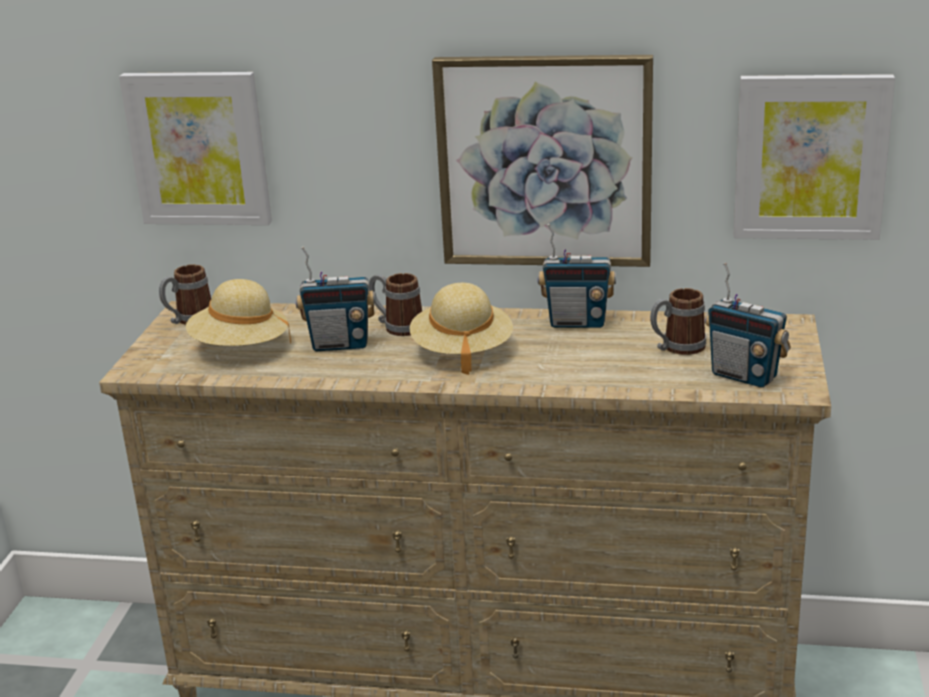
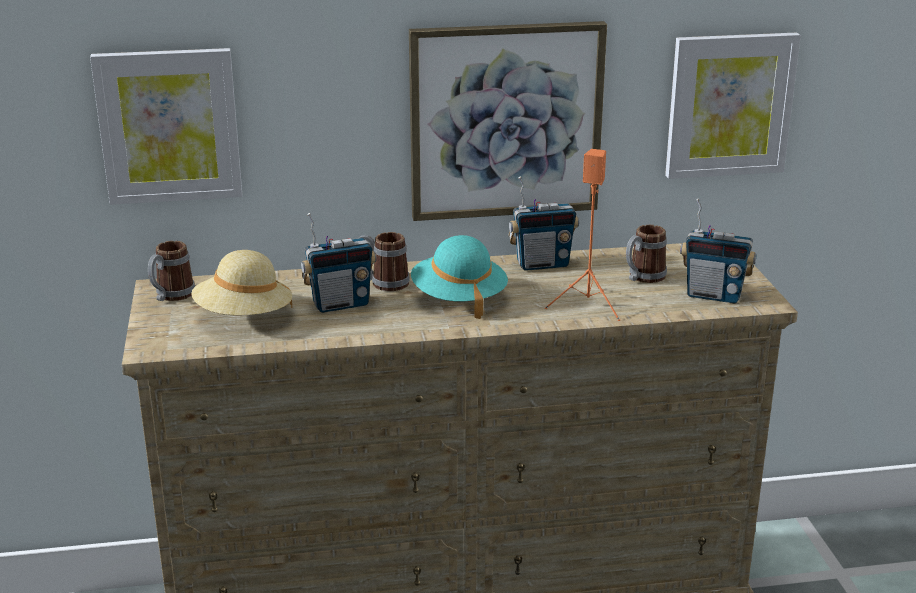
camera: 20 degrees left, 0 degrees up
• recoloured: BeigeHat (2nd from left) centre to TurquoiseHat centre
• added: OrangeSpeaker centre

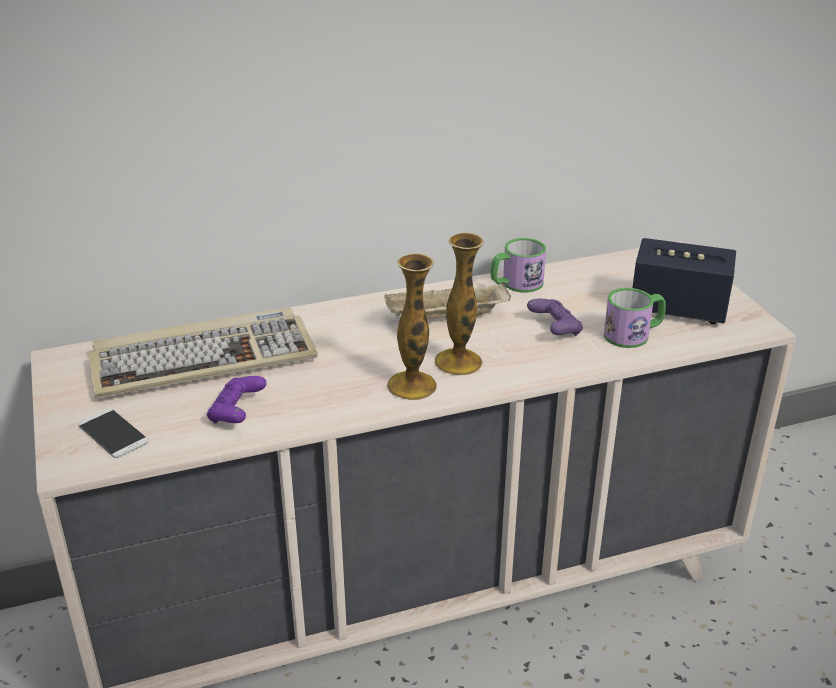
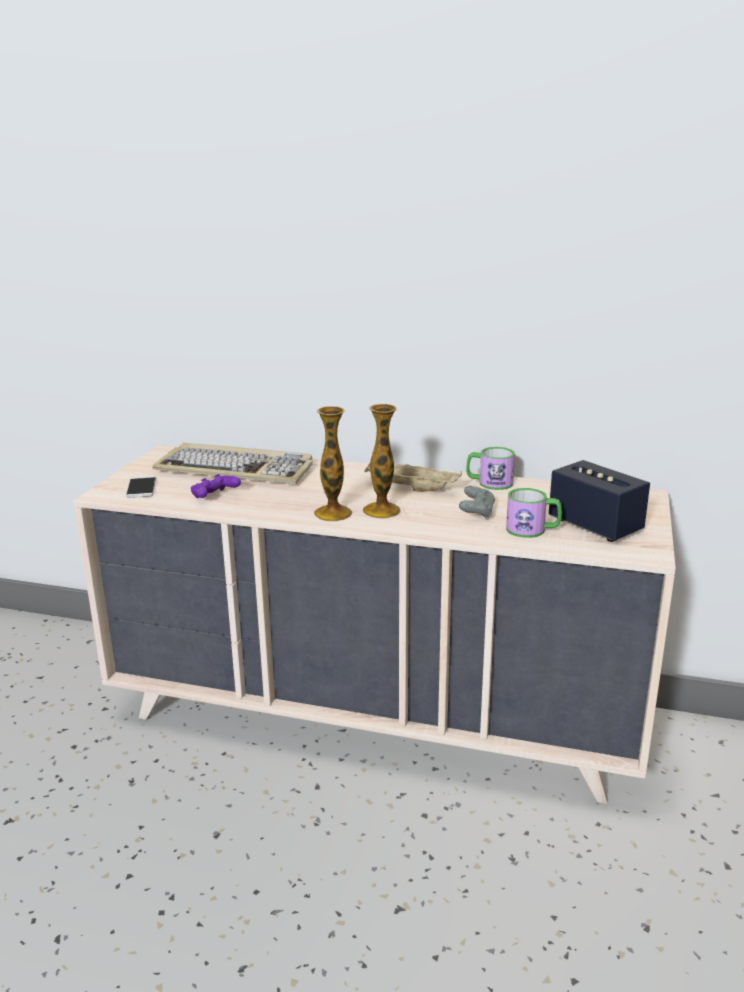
camera: 35 degrees right, 10 degrees down
• recoloured: PurpleGameController (2nd from left) centre to GreyGameController centre

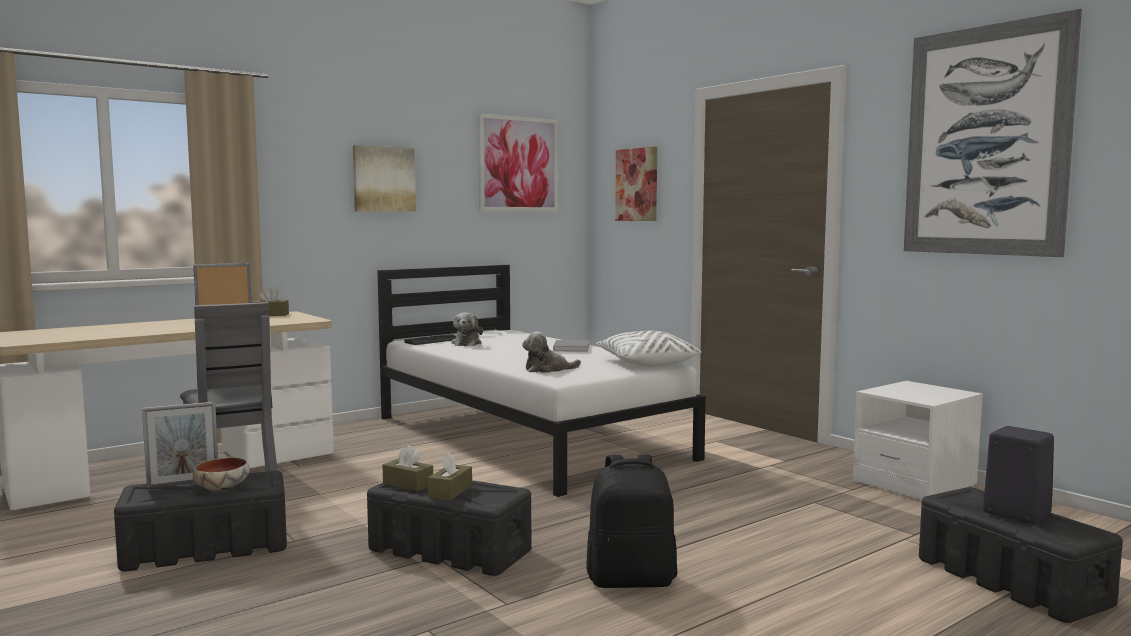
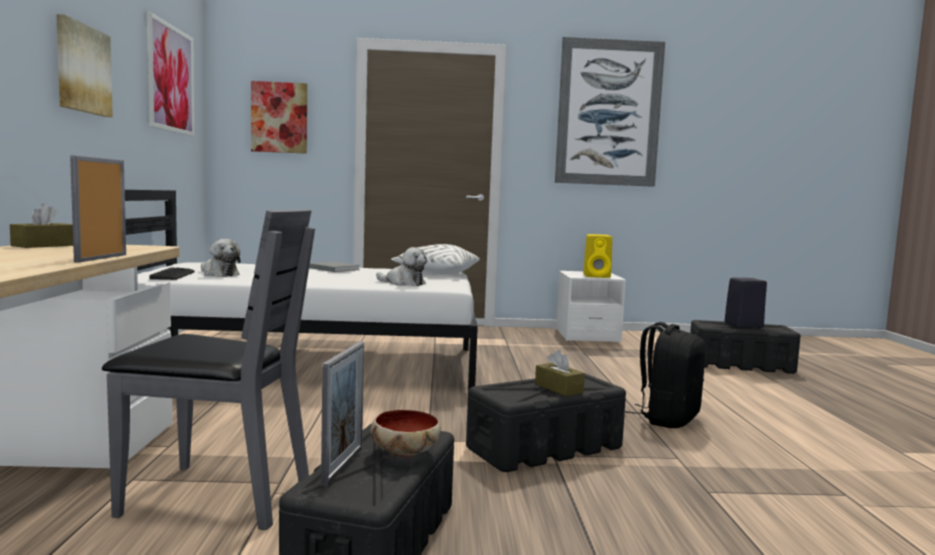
camera: 55 degrees left, 0 degrees up
• turned: PlushToy (2nd from left) centre = centre 90 degrees counterclockwise
• removed: BrownTissueBox (2nd from left) bottom centre
• added: YellowSpeaker centre

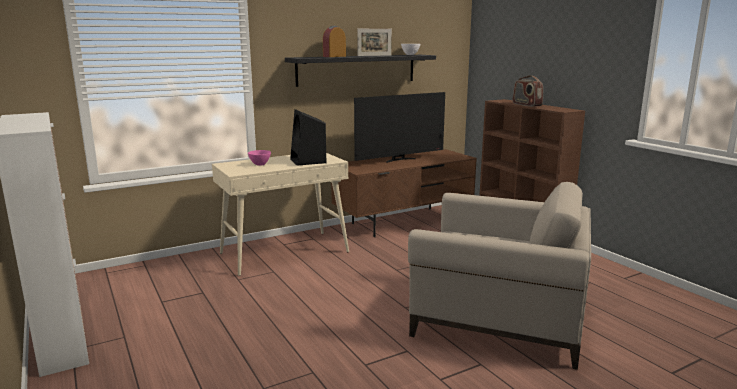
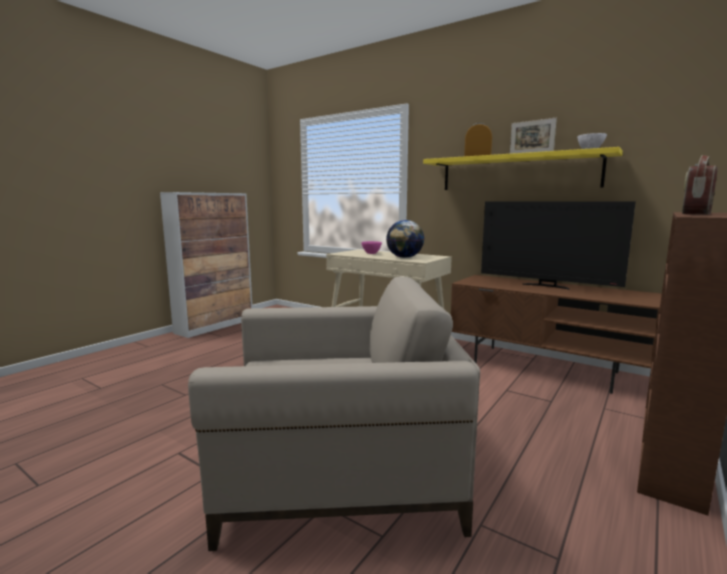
camera: 65 degrees right, 5 degrees down
• recoloured: BlackShelf top centre to YellowShelf top right
• replaced: BlackSpeaker centre to Globe centre
• turned: BeigeArmchair bottom right = bottom centre 90 degrees counterclockwise

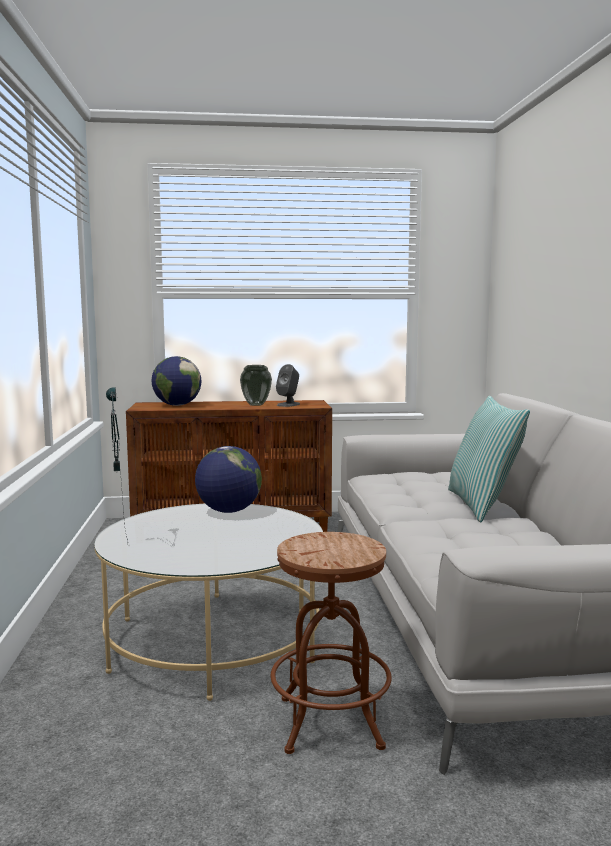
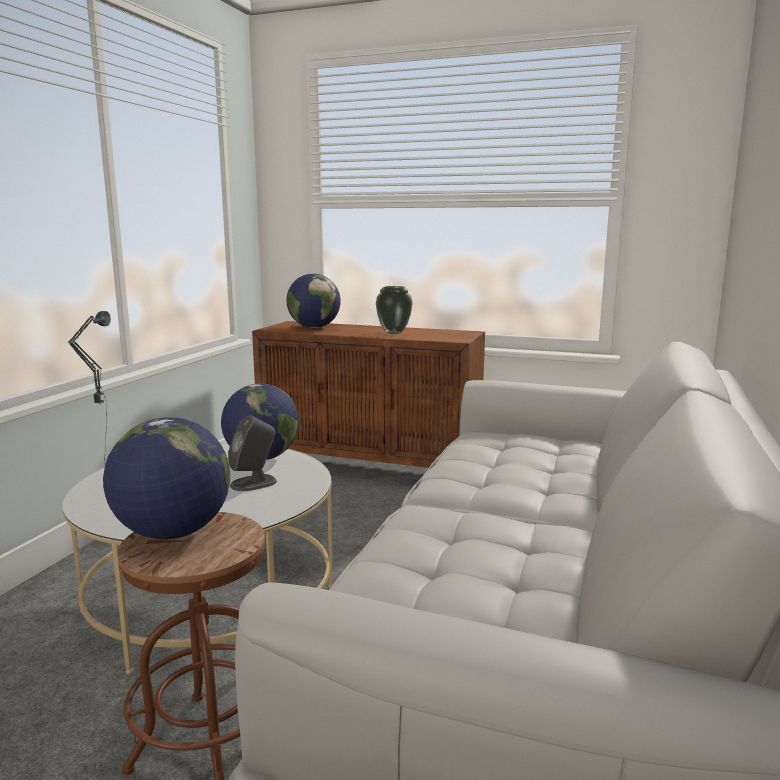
camera: 25 degrees right, 5 degrees up
• moved: GreySpeaker centre to middle left
• removed: Pillow middle right
• added: Globe (1st from left) middle left

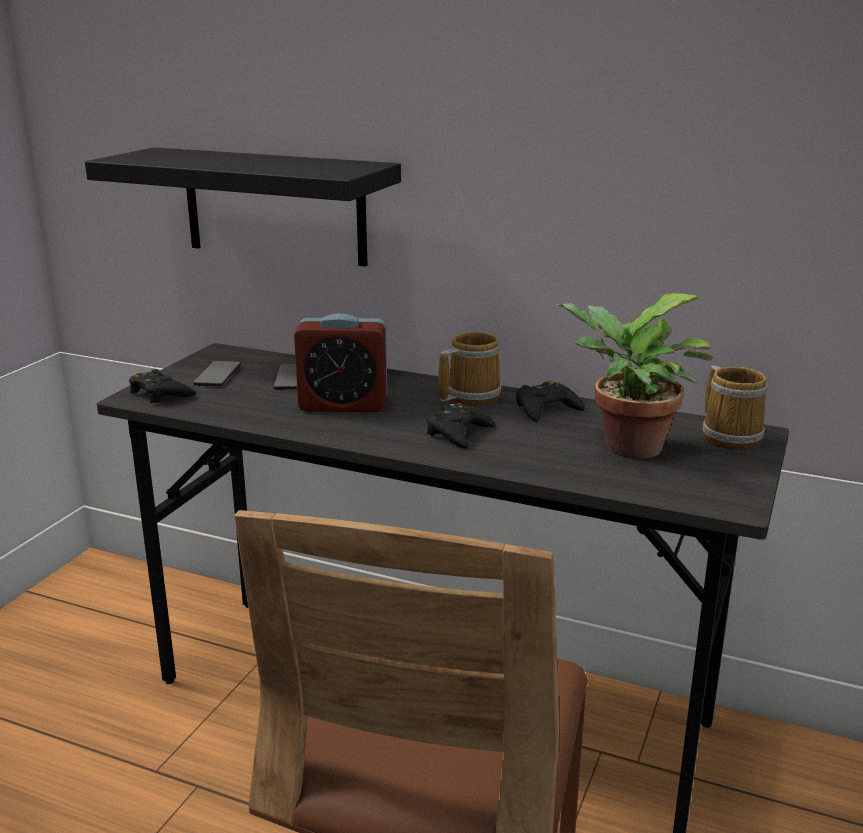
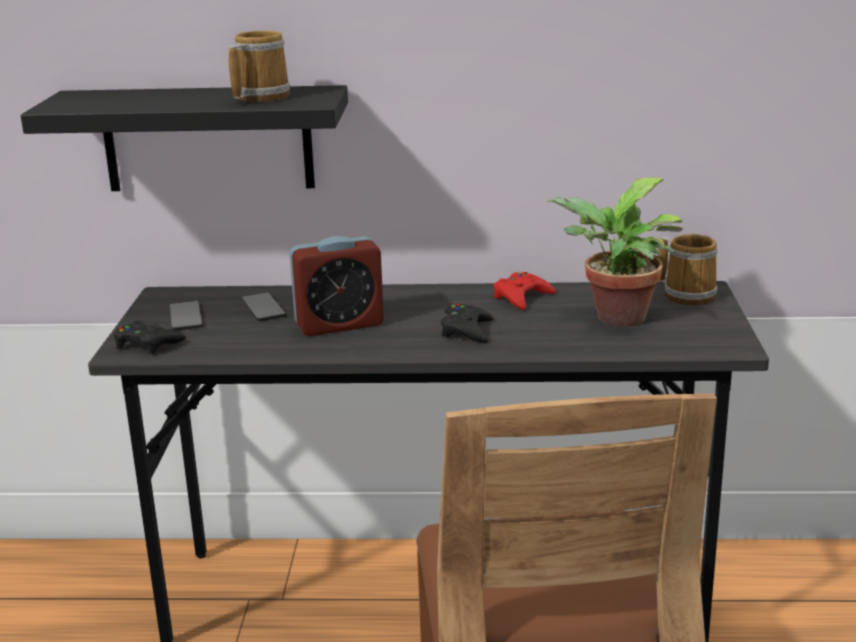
camera: 20 degrees left, 0 degrees up
• moved: Mug (1st from left) centre to top left
• recoloured: BlackGameController (3rd from left) centre to RedGameController centre

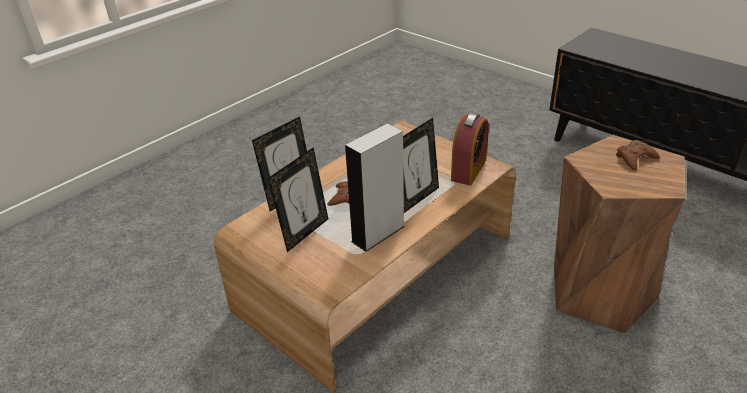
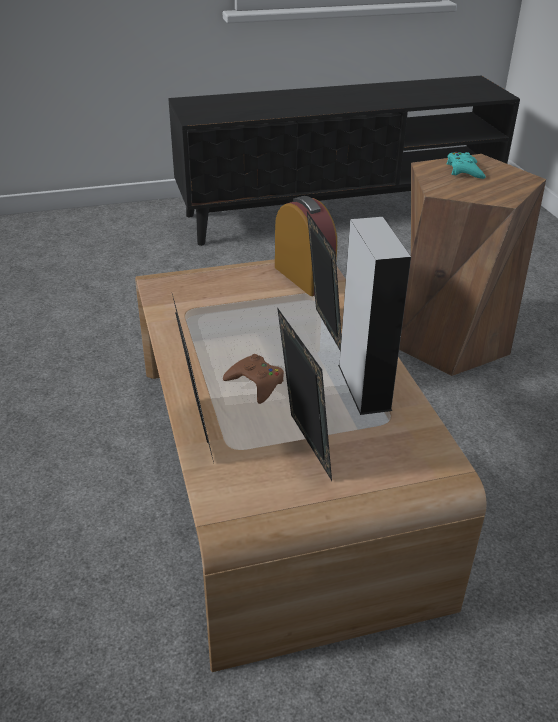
camera: 60 degrees left, 0 degrees up
• recoloured: BrownGameController (2nd from left) middle right to TurquoiseGameController top right

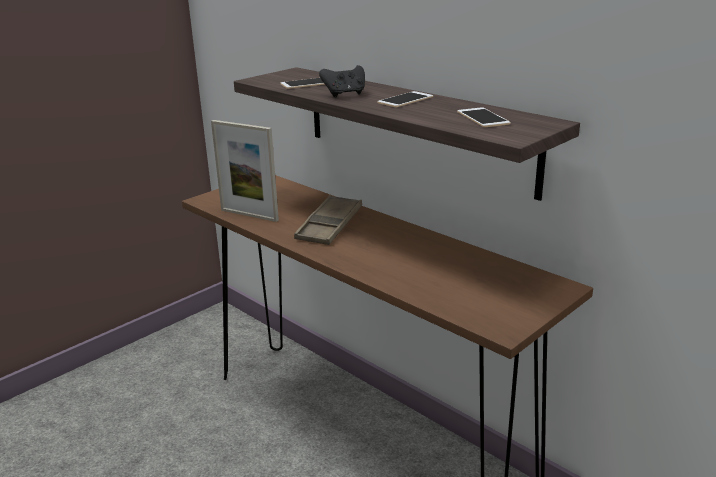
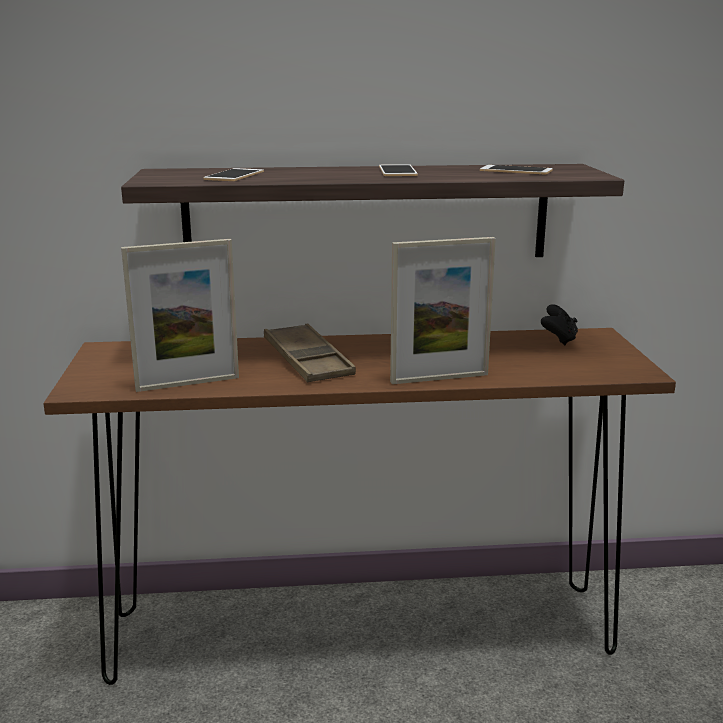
camera: 50 degrees left, 5 degrees down
• moved: BlackGameController top centre to middle right
• added: PictureFrame (2nd from left) centre

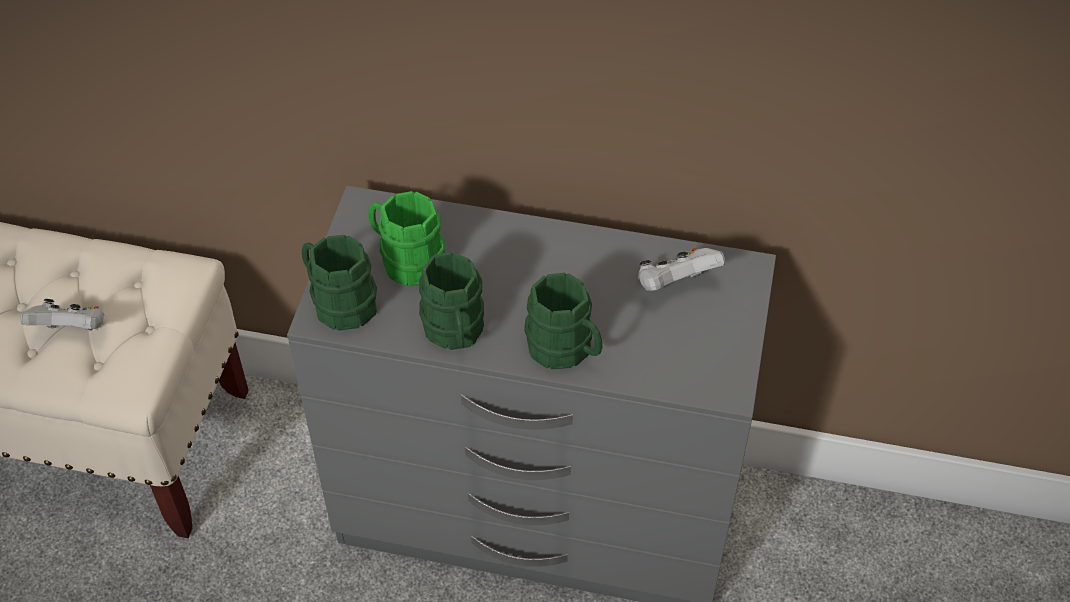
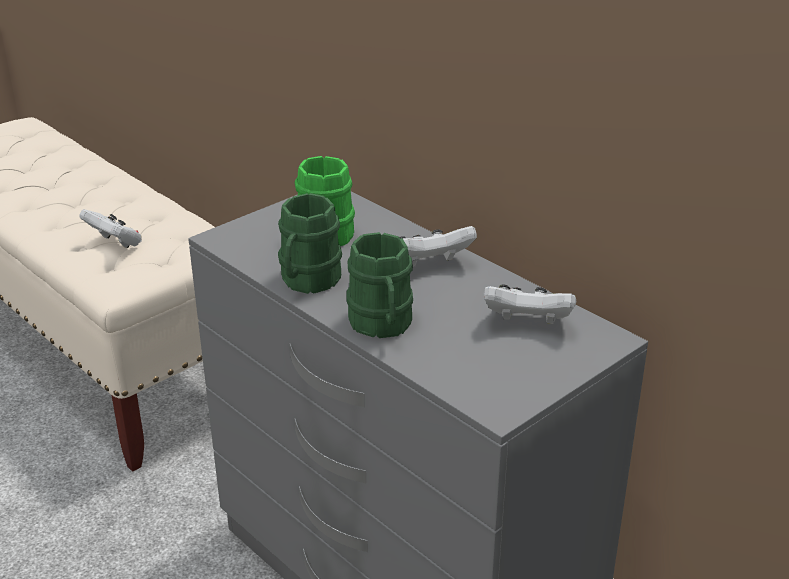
camera: 35 degrees right, 20 degrees down
• removed: GreenMug (1st from left) middle left
• added: WhiteGameController (2nd from left) centre

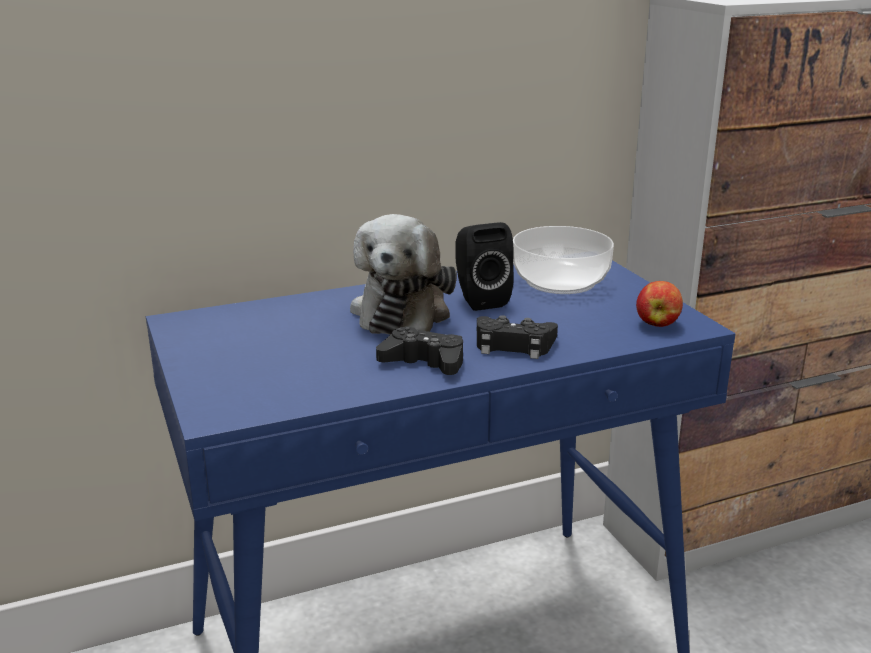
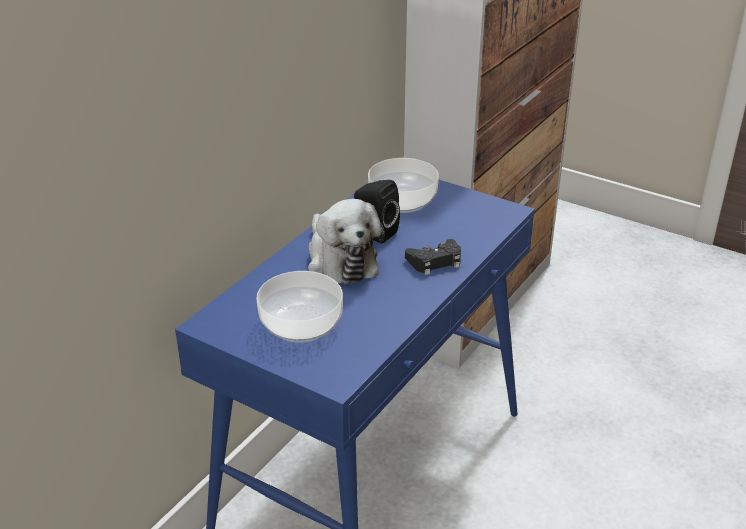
camera: 35 degrees left, 10 degrees up
• removed: Apple middle right
• removed: BlackGameController (1st from left) centre
• added: Bowl (1st from left) centre

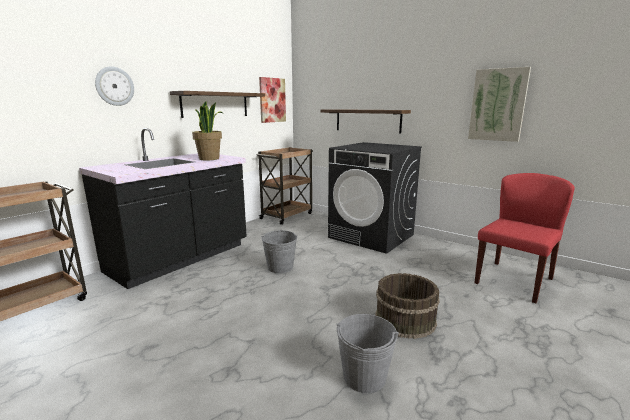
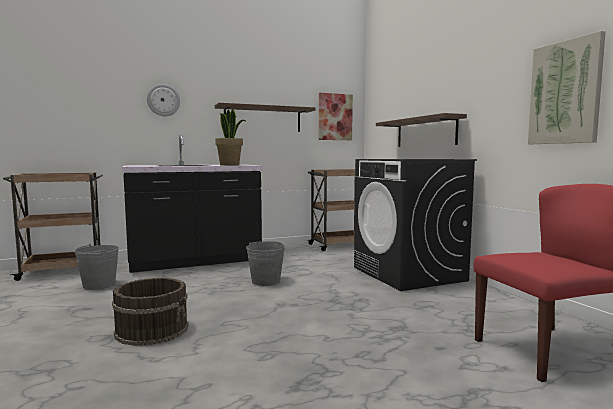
camera: 30 degrees right, 10 degrees down
• moved: BrownBucket bottom centre to bottom left
• moved: GreyBucket (2nd from left in the first image) bottom centre to GreyBucket (1st from left) middle left

